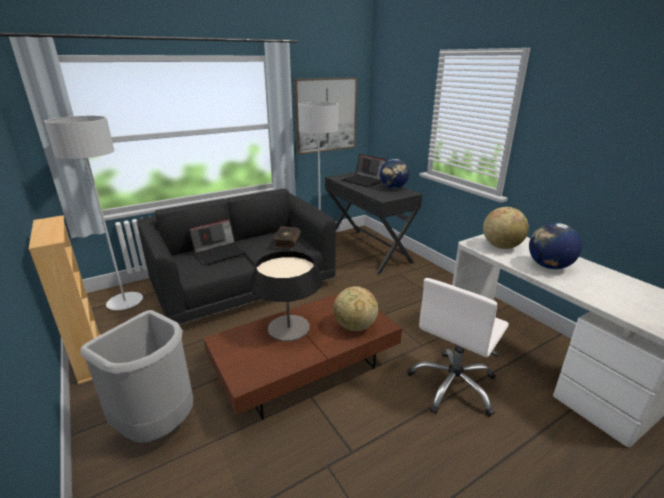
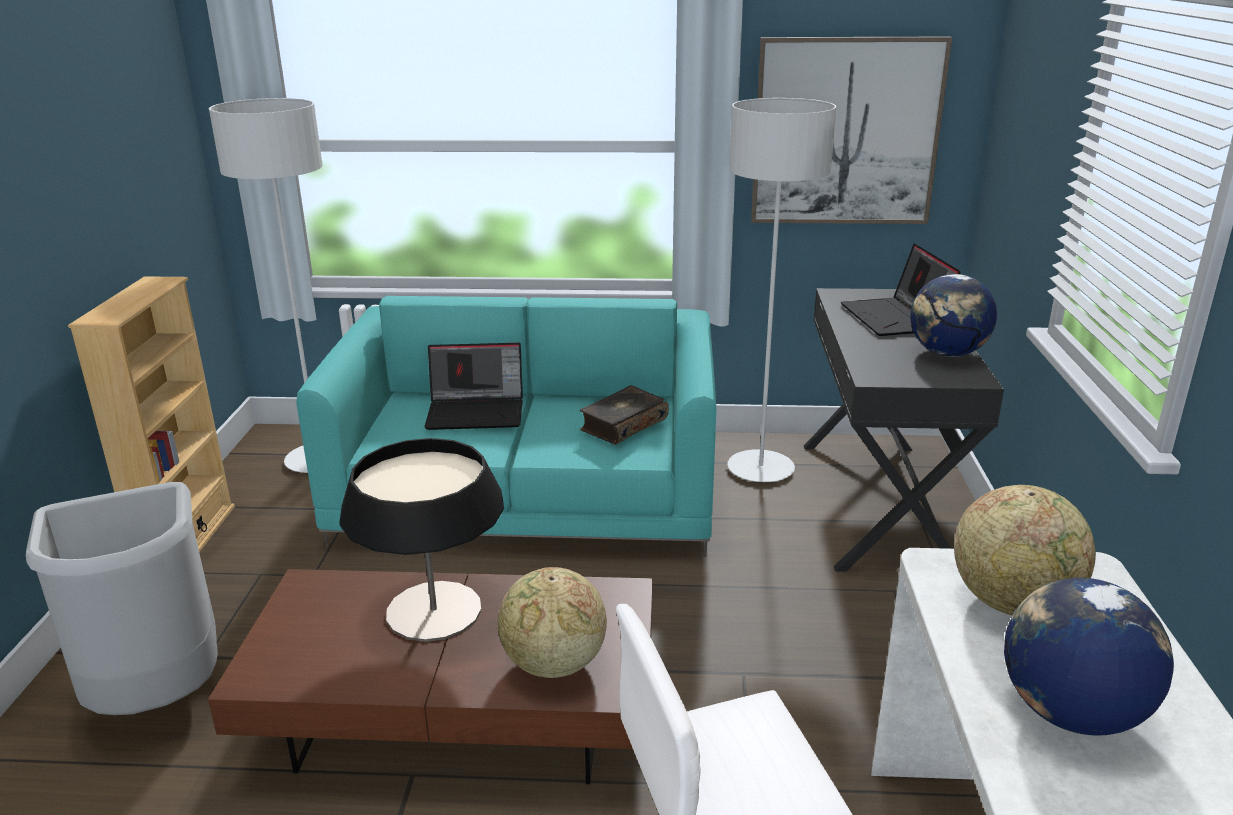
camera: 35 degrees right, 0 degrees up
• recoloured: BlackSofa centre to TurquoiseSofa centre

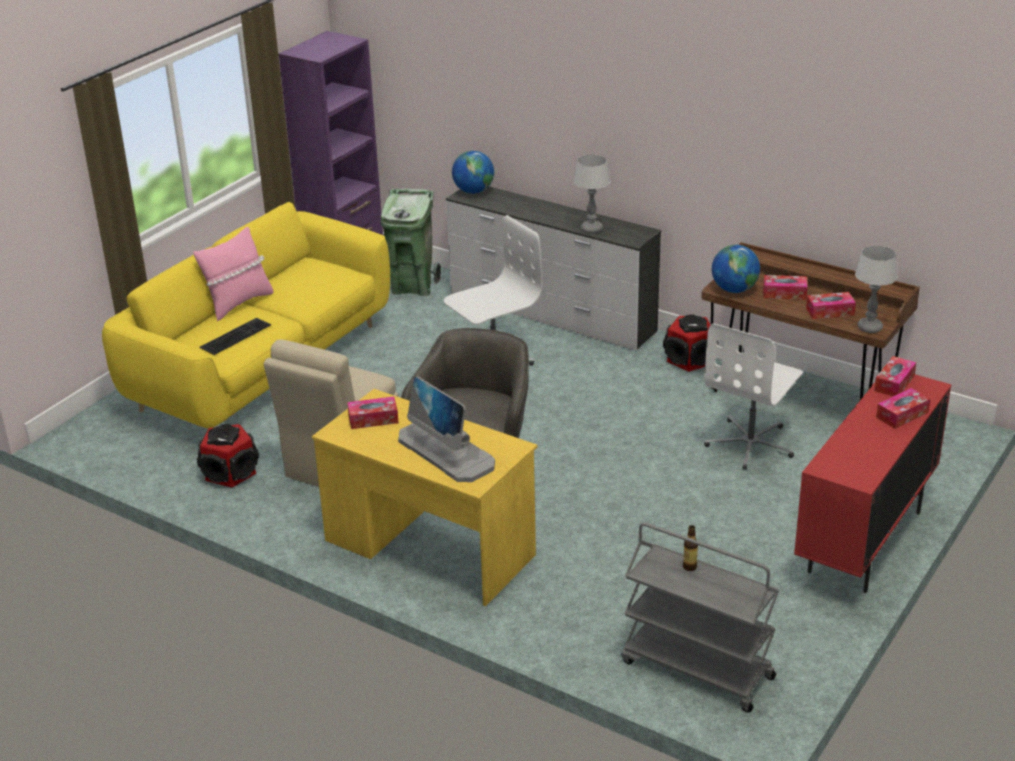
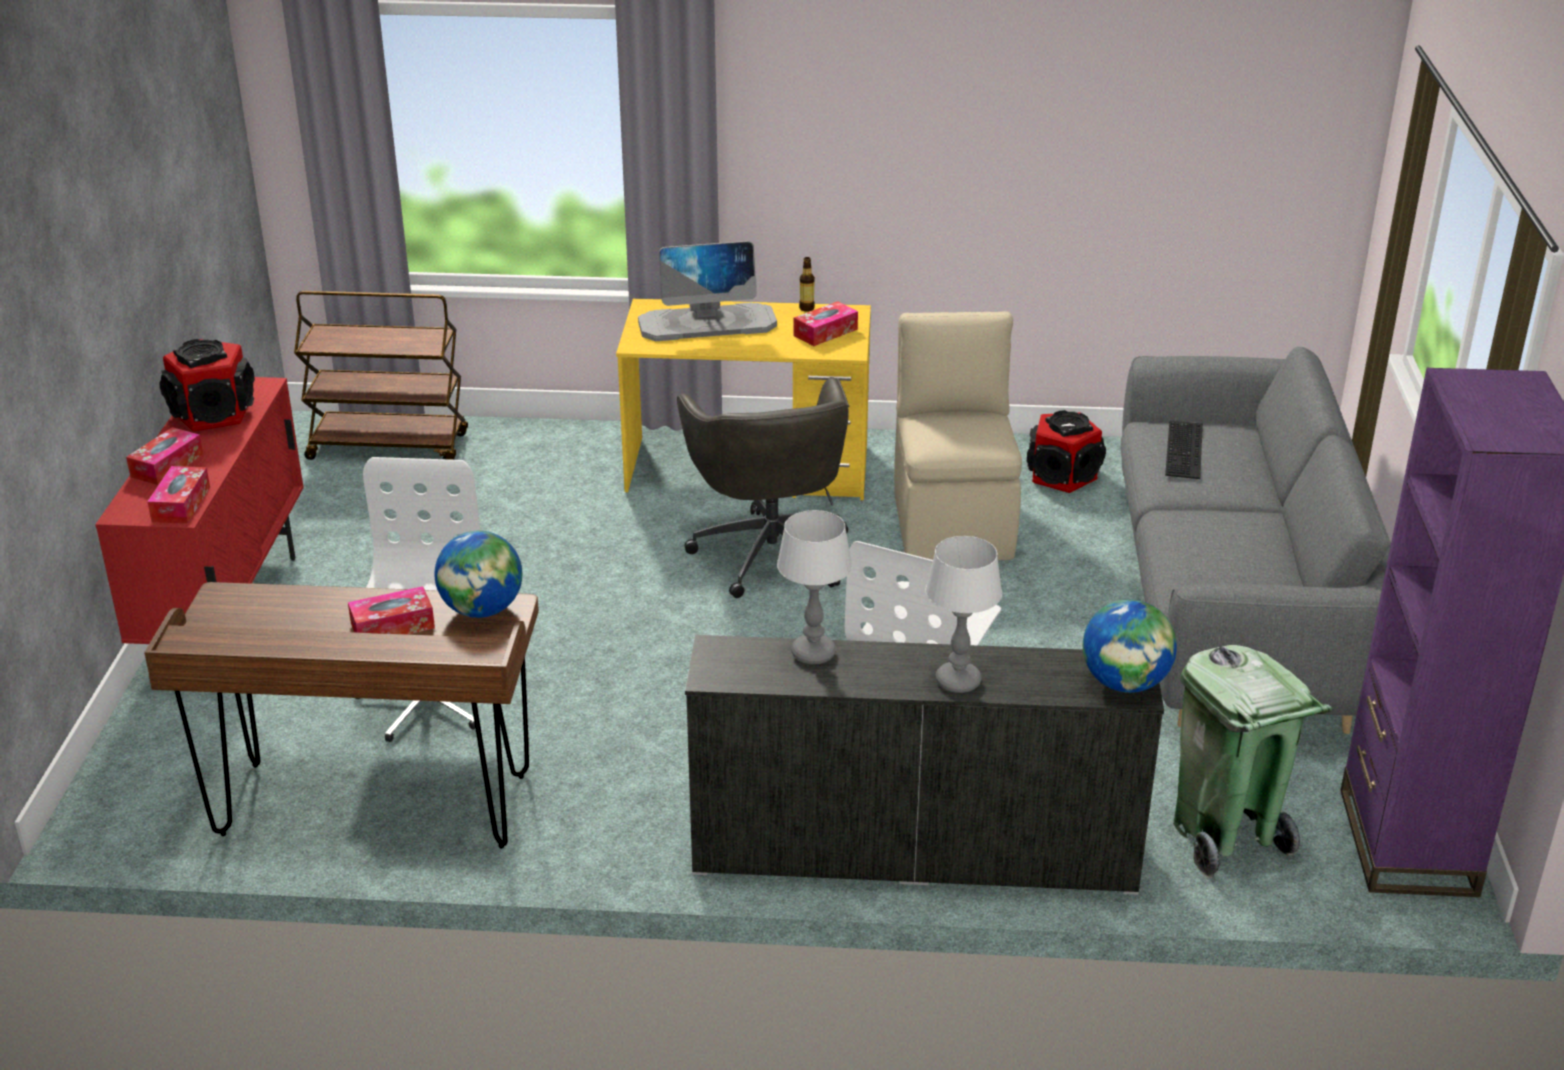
camera: 150 degrees right, 0 degrees up
• recoloured: YellowSofa middle left to GreySofa middle right
• removed: PinkPillow middle left
• moved: TableLamp (2nd from left) middle right to centre
• removed: TissueBox (3rd from left) middle right
• moved: Speaker (2nd from left in the first image) middle right to Speaker (1st from left) middle left
• turned: Monitor centre = top centre 150 degrees clockwise
• recoloured: GreyCart bottom right to BrownCart middle left
• moved: Bottle bottom right to top centre

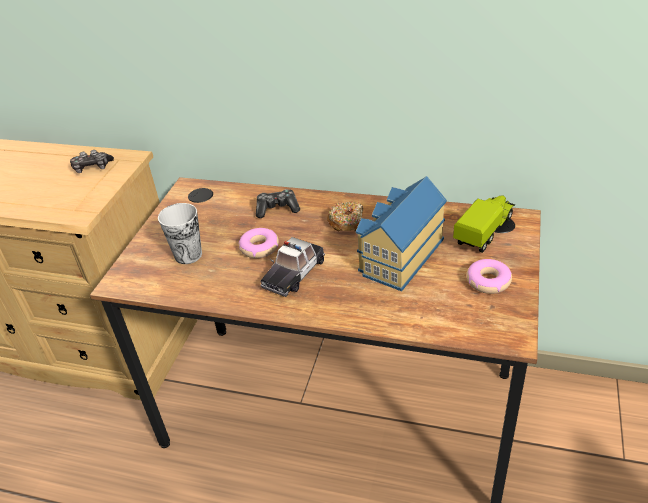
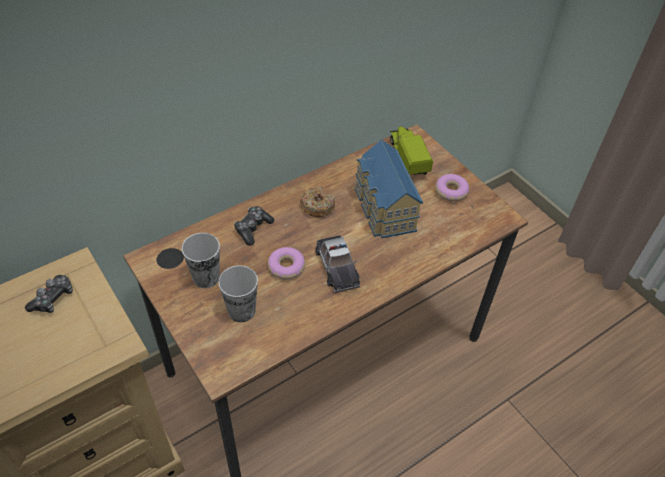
camera: 55 degrees left, 10 degrees up
• added: Cup (1st from left) middle left

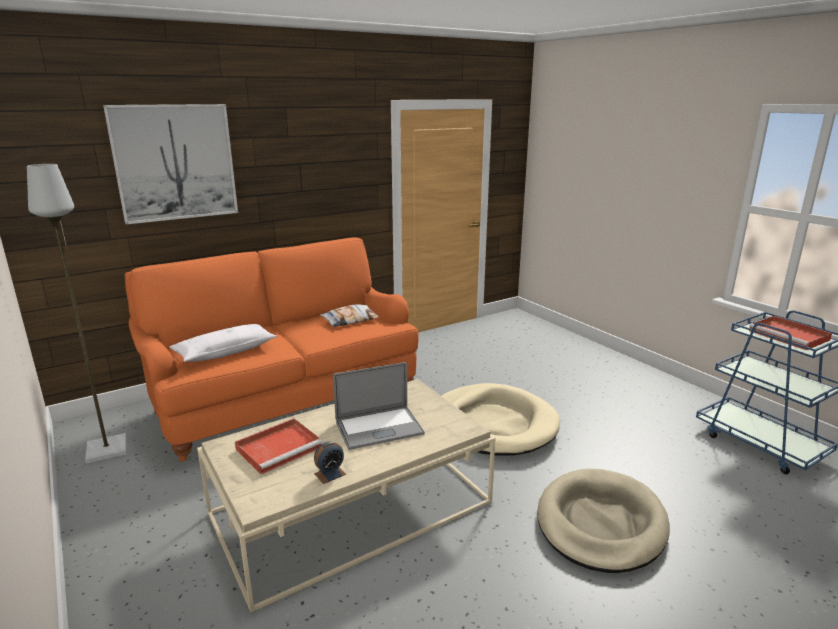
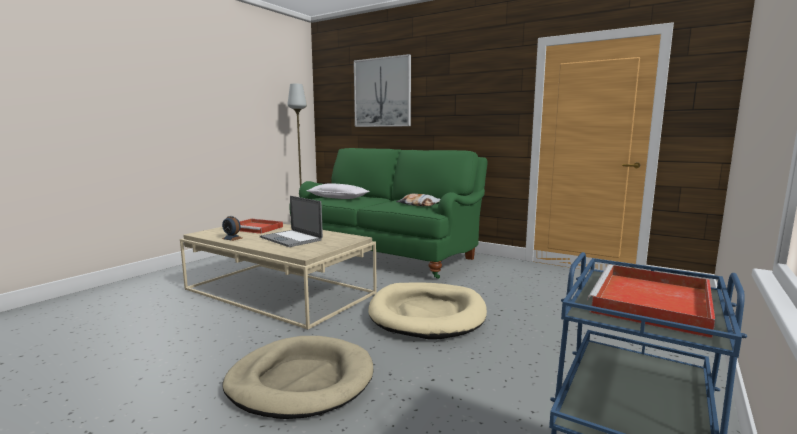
camera: 65 degrees right, 10 degrees down
• recoloured: OrangeSofa middle left to GreenSofa centre

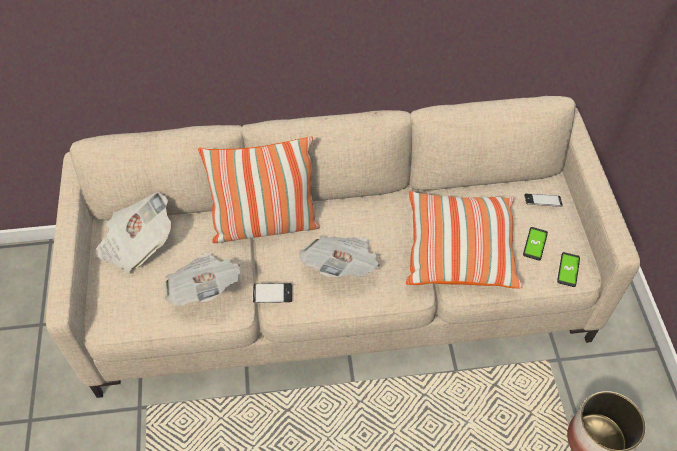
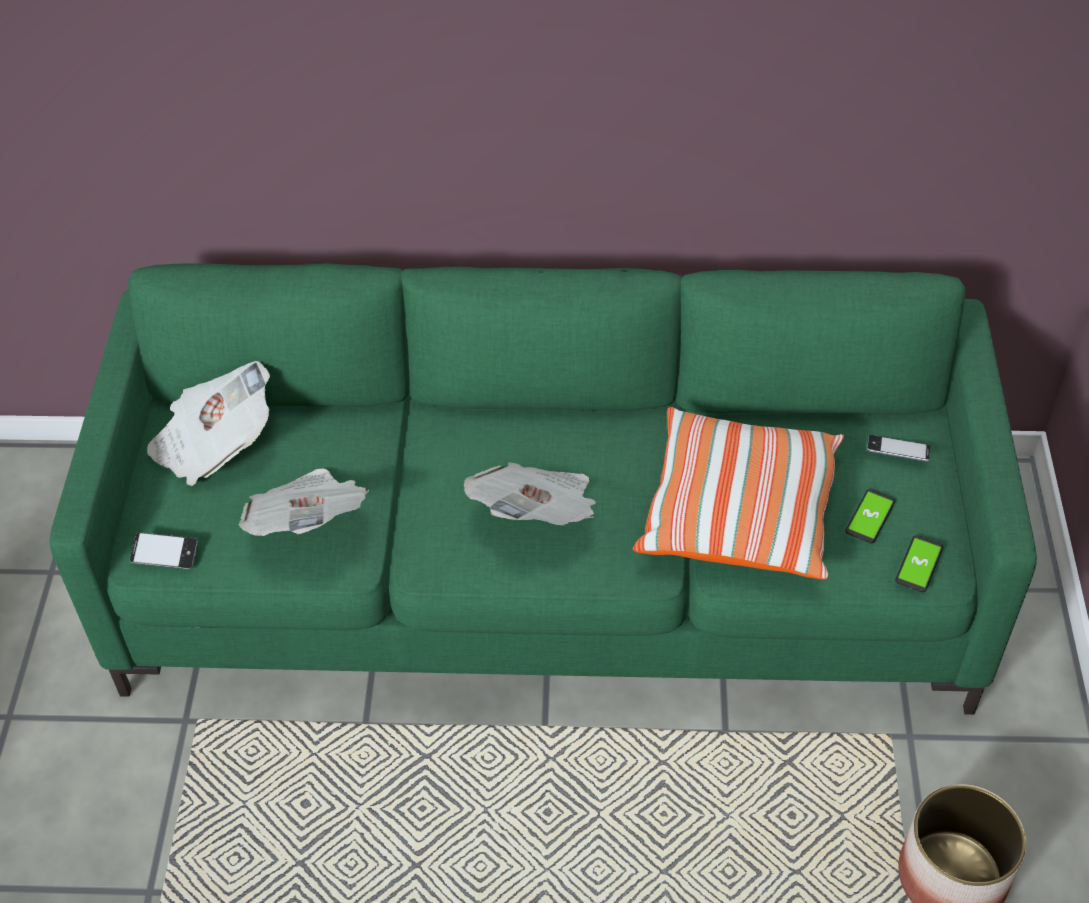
camera: 10 degrees right, 5 degrees down
• recoloured: BeigeSofa centre to GreenSofa centre
• removed: Pillow (1st from left) centre
• moved: Phone (1st from left) centre to middle left

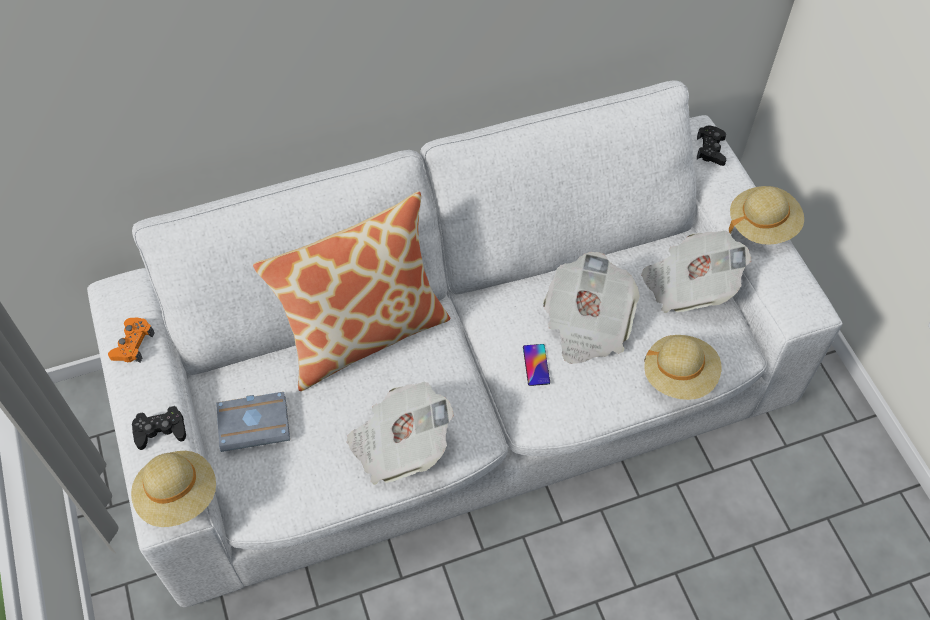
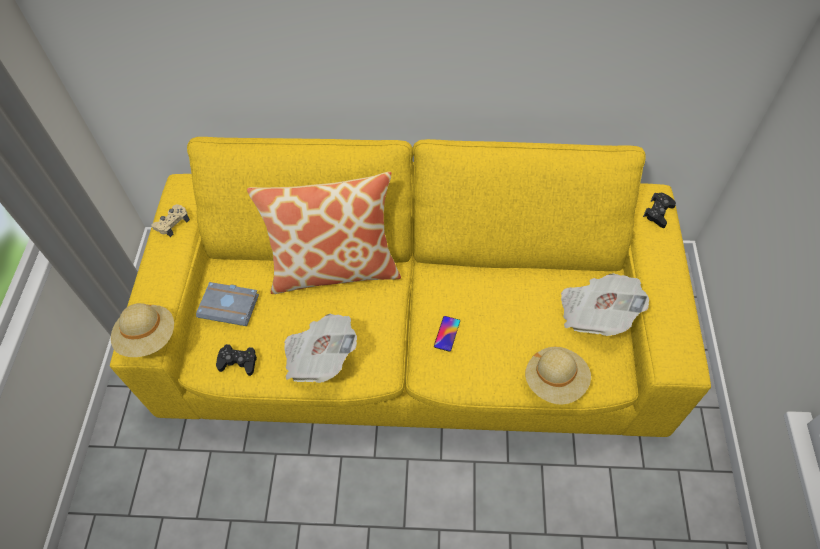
camera: 25 degrees right, 0 degrees up
• recoloured: WhiteSofa centre to YellowSofa centre
• removed: BeigeHat (3rd from left) middle right
• removed: Newspaper (2nd from left) centre
• recoloured: OrangeGameController middle left to BeigeGameController middle left
• moved: BlackGameController (1st from left) bottom left to middle left

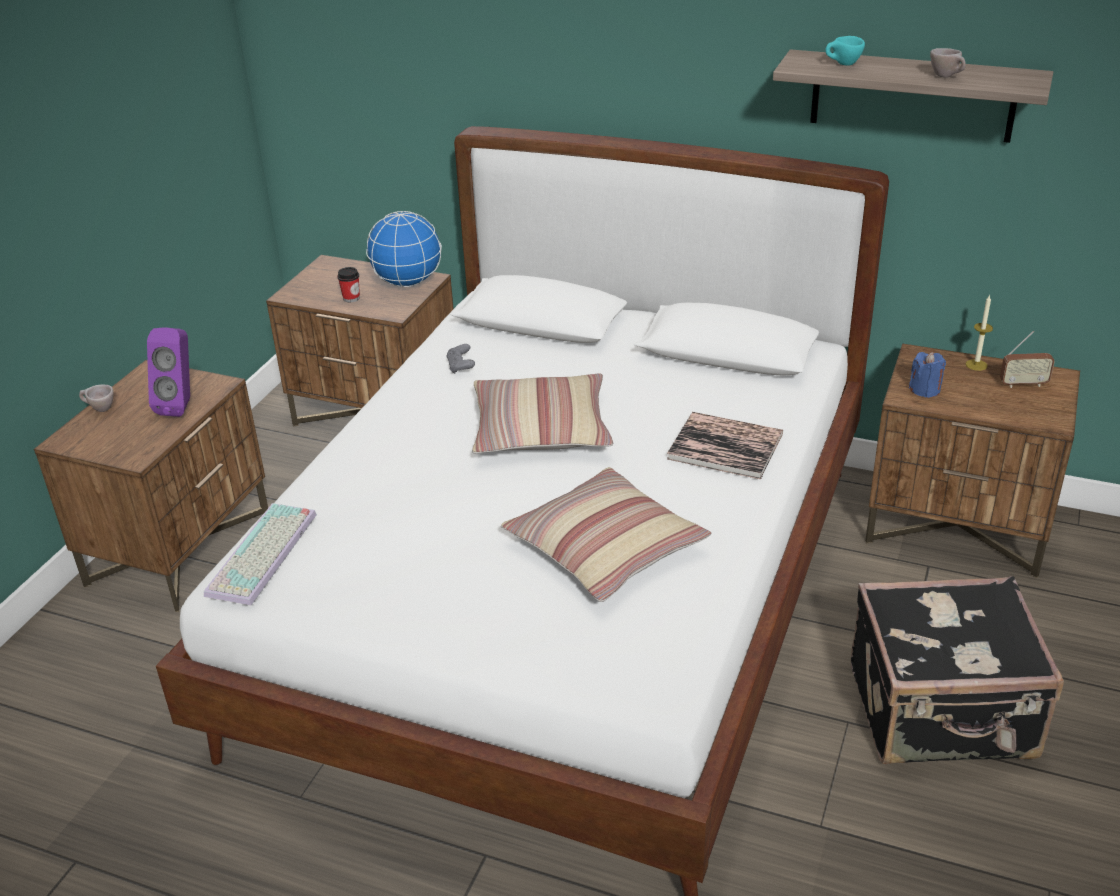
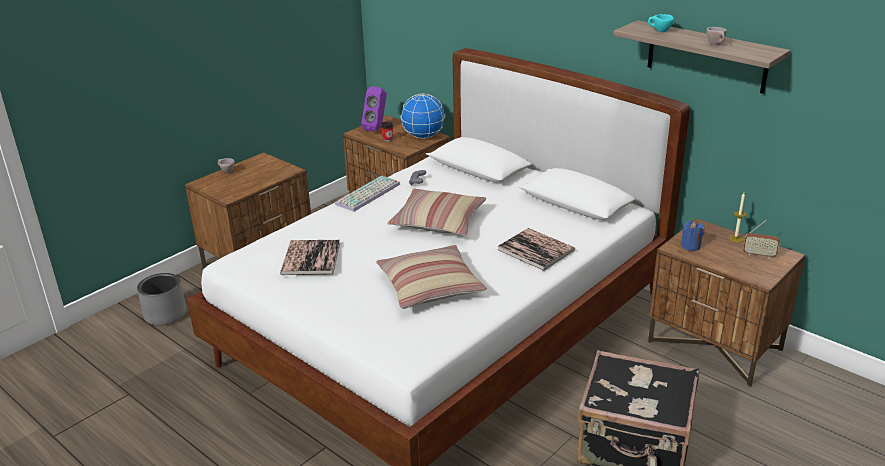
camera: 20 degrees right, 5 degrees down
• moved: PurpleSpeaker middle left to top centre
• moved: Keyboard middle left to centre
• added: Book (1st from left) centre
• added: GreyPlanter middle left

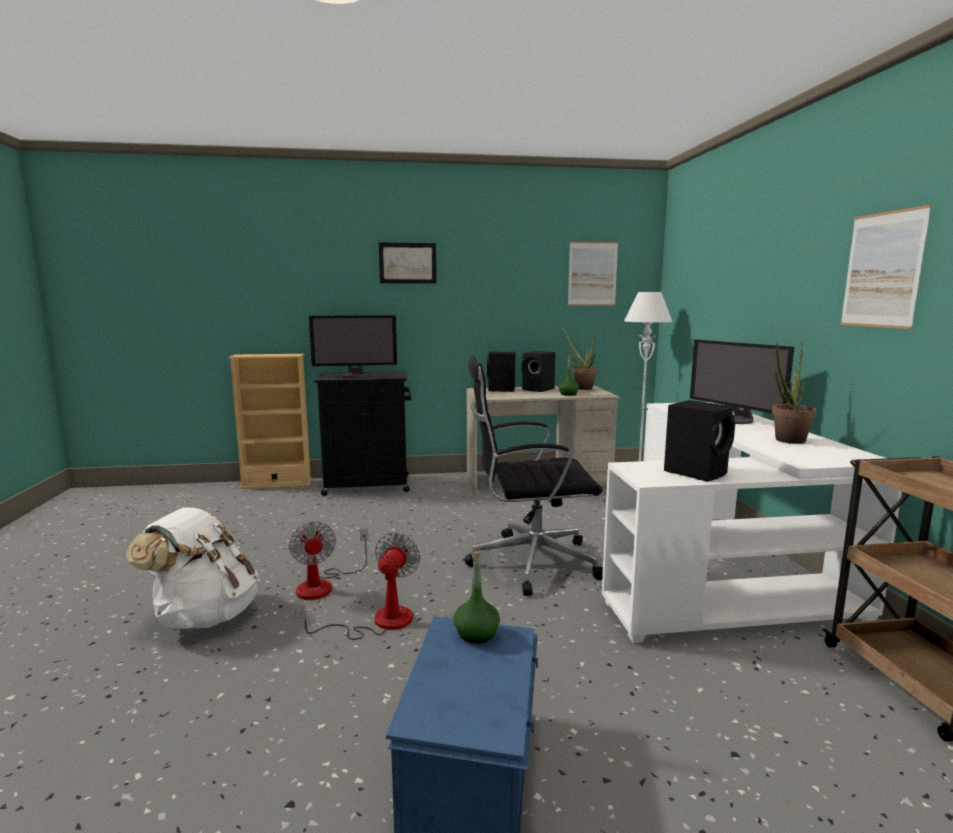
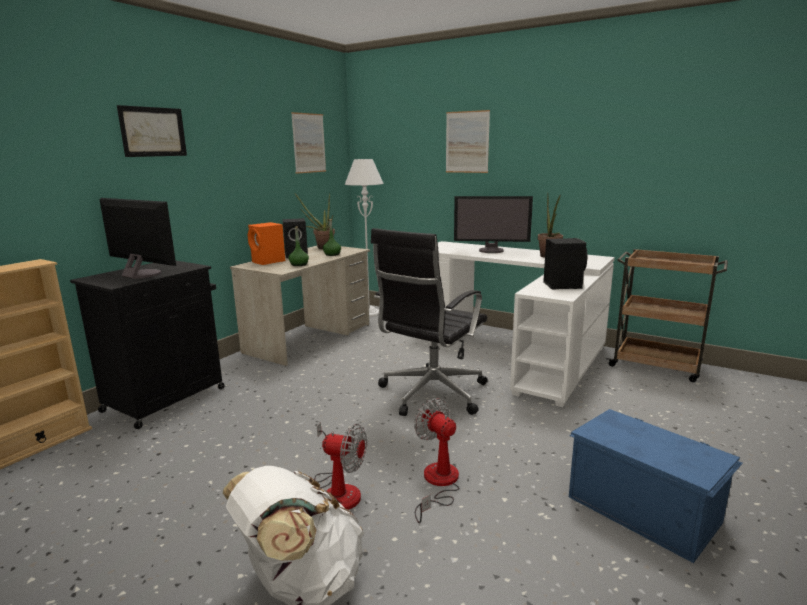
camera: 50 degrees left, 5 degrees up
• moved: Picture (3rd from left) top right to top centre
• turned: Monitor (1st from left) centre = middle left 90 degrees counterclockwise
• recoloured: BlackSpeaker (1st from left) centre to OrangeSpeaker middle left
• moved: GreenBottle (1st from left) bottom centre to centre

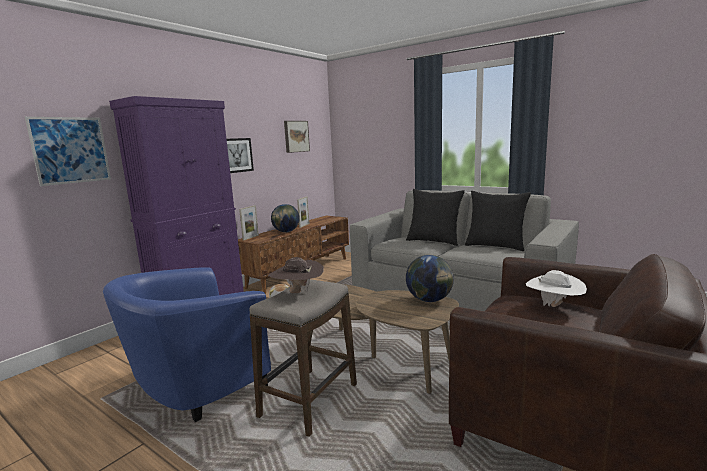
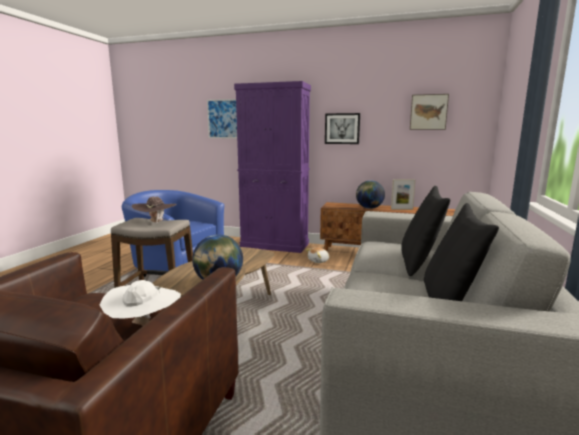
camera: 70 degrees right, 0 degrees up
• removed: PictureFrame (1st from left) centre

